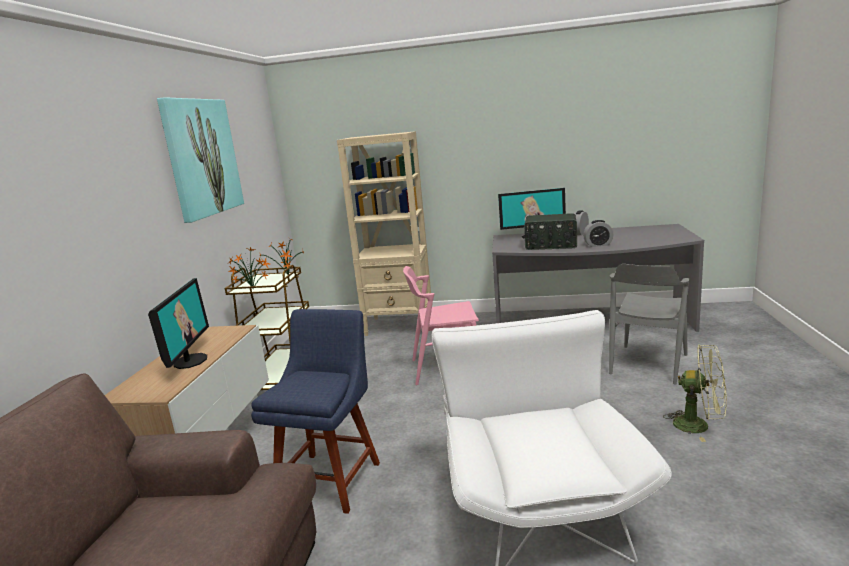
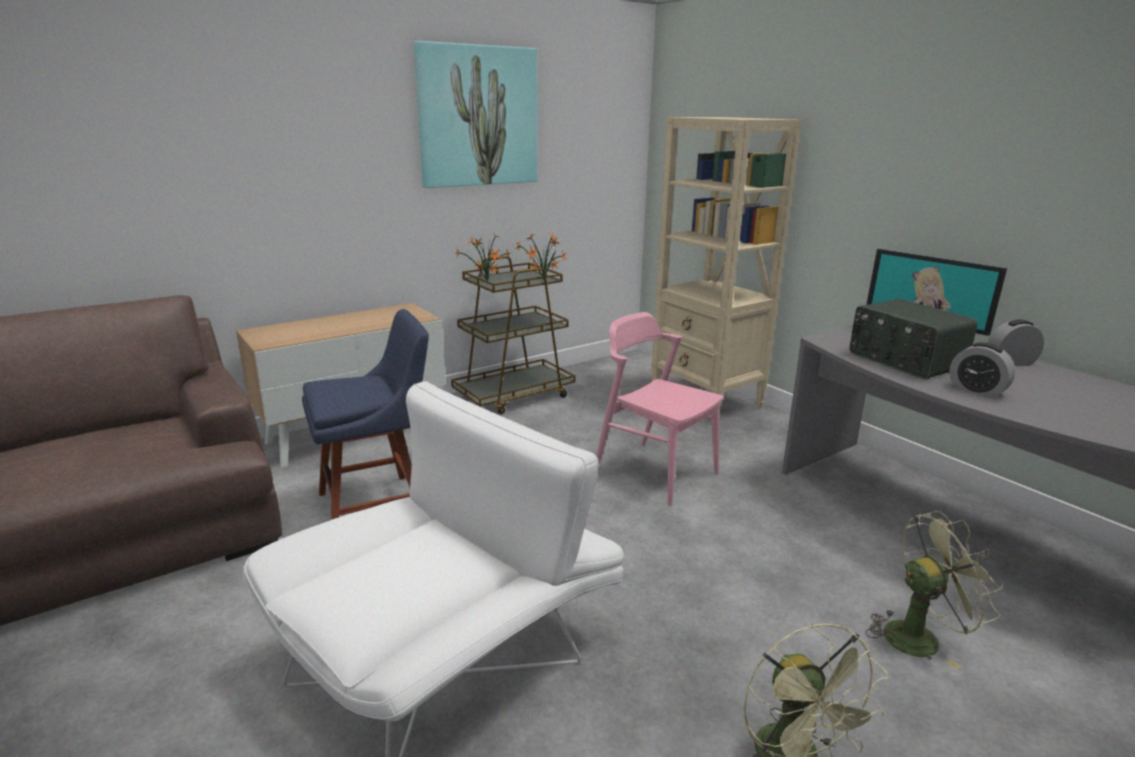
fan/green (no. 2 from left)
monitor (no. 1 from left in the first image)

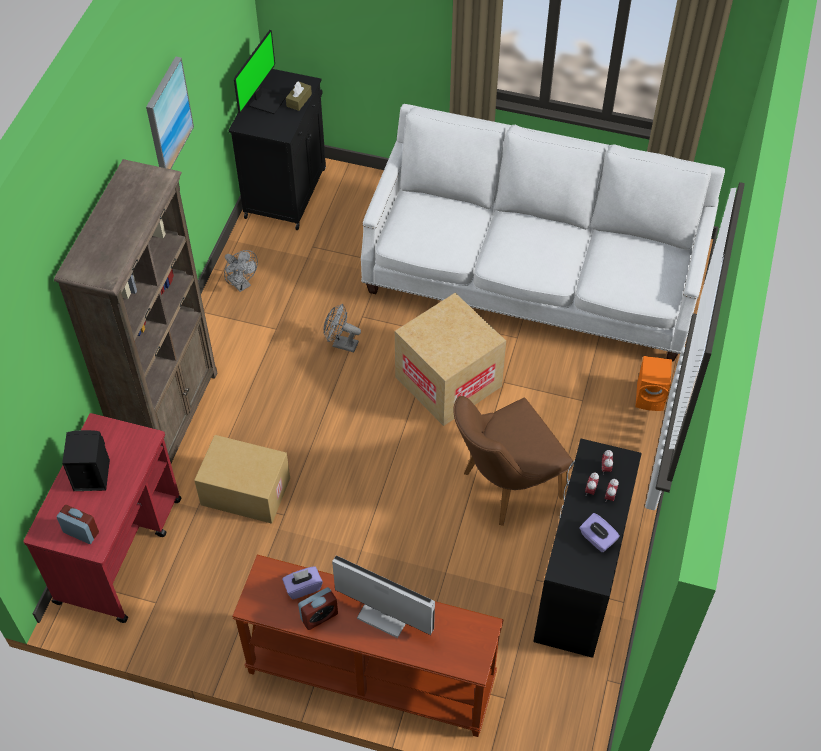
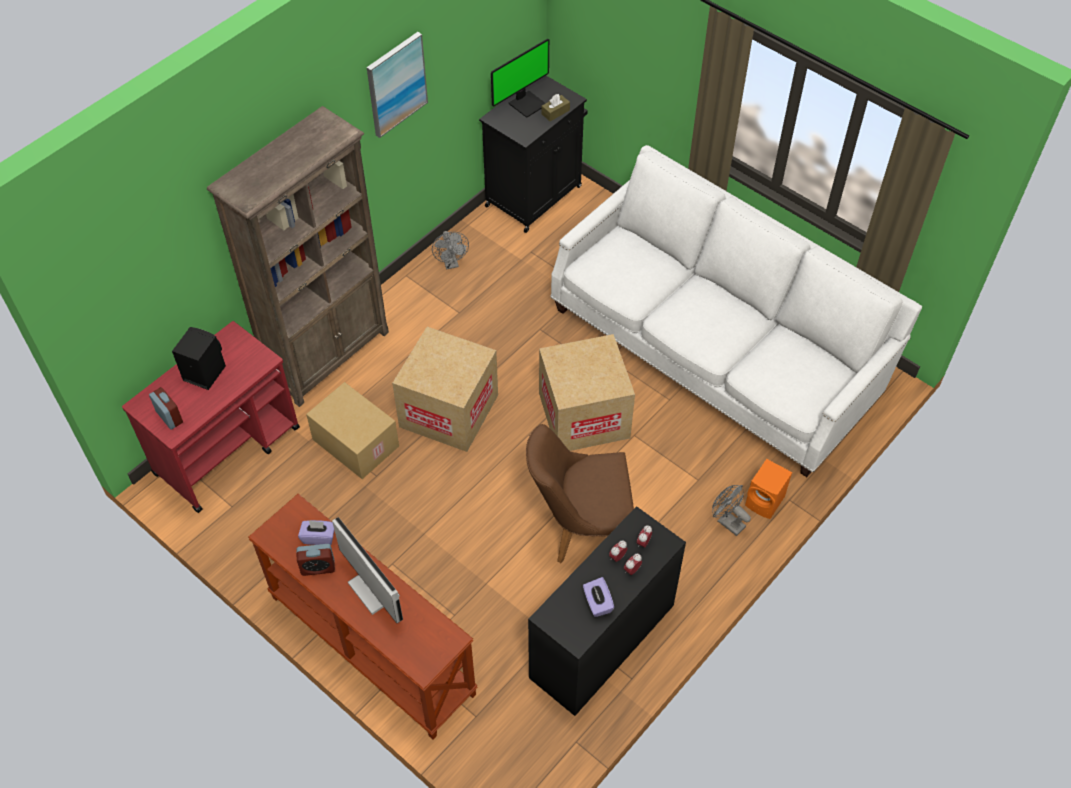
cardboard box (no. 2 from left)
fan/grey (no. 2 from left)

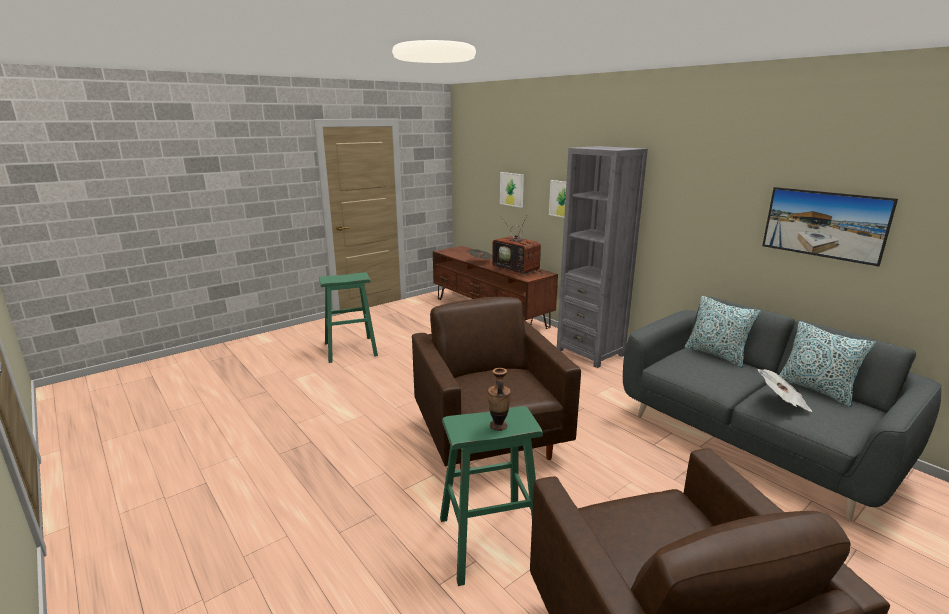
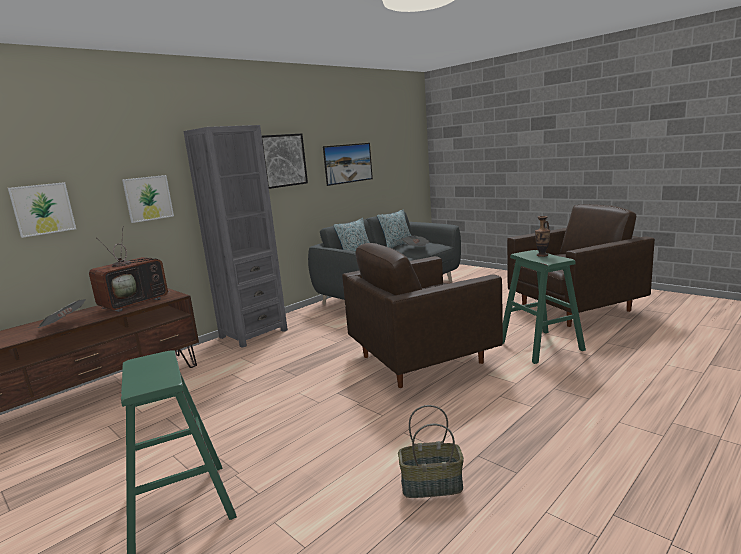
picture (no. 3 from left)
basket

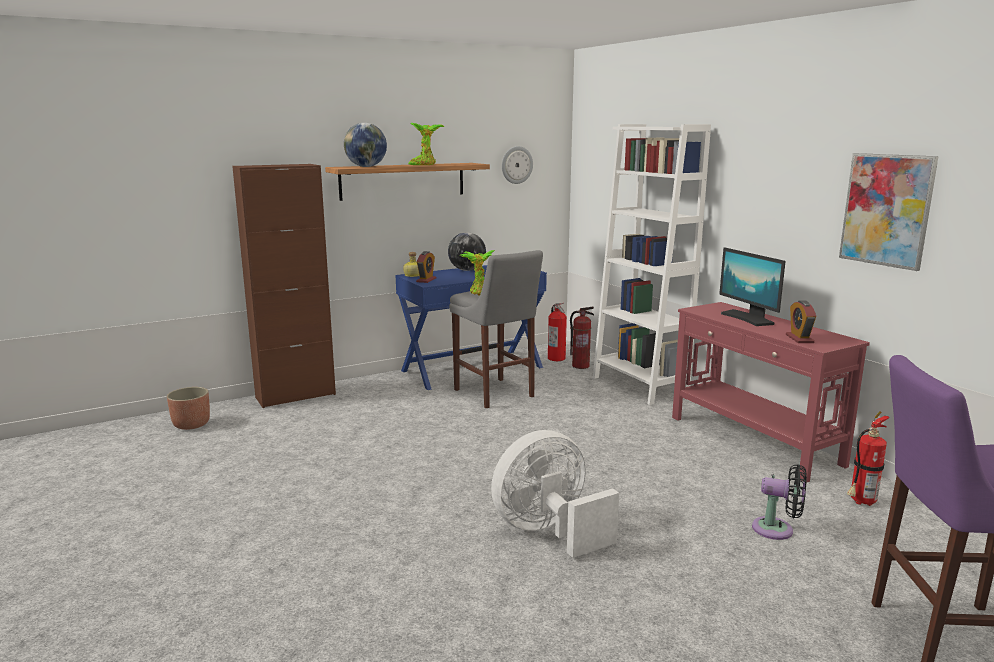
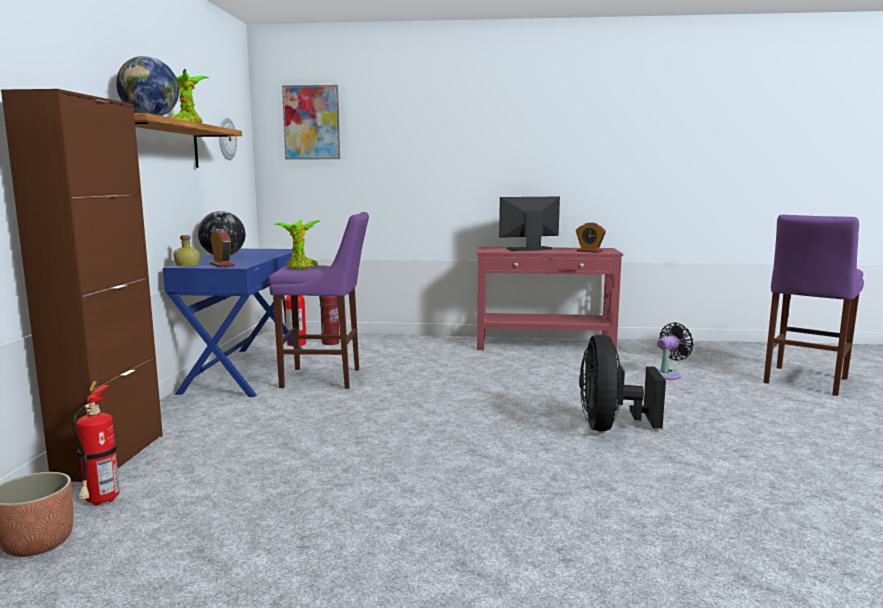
fire extinguisher (no. 1 from left)
stool/purple (no. 1 from left)
picture
monitor
fan/black (no. 1 from left)
bookcase/white

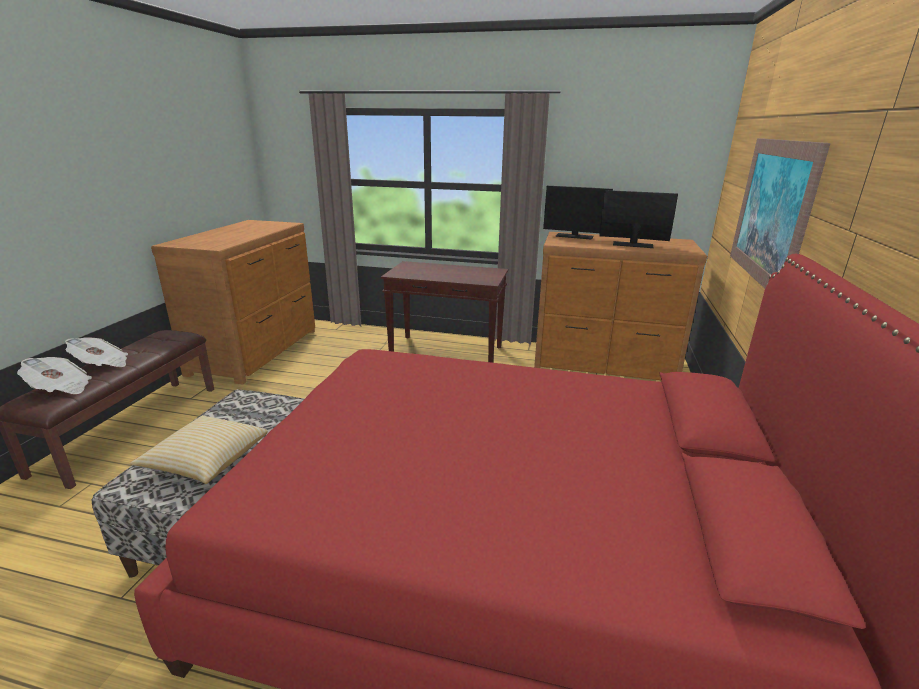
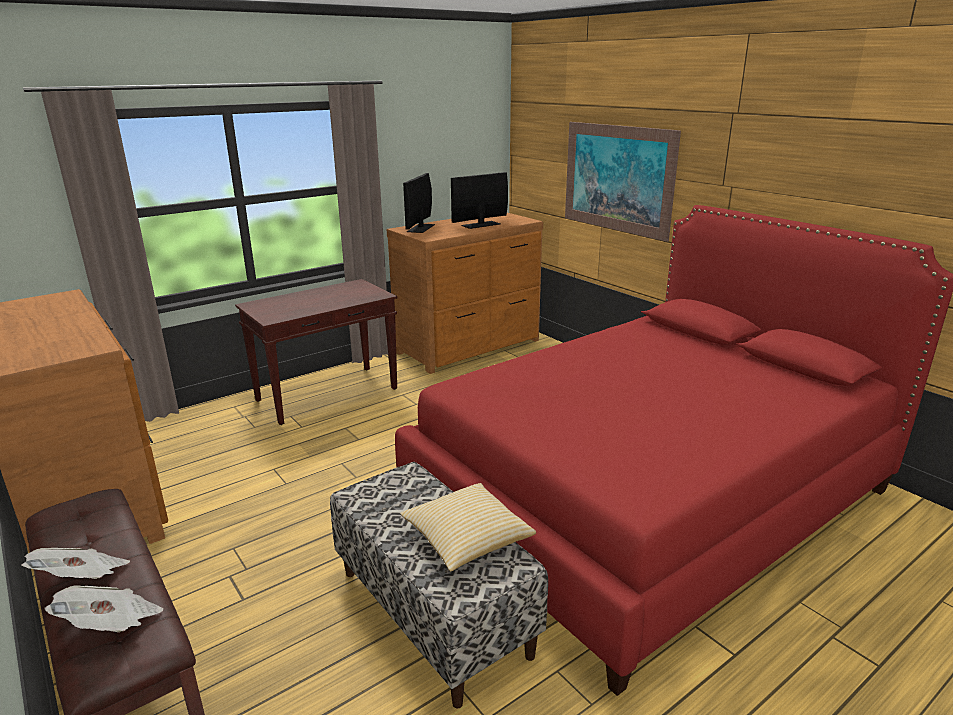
monitor (no. 1 from left)

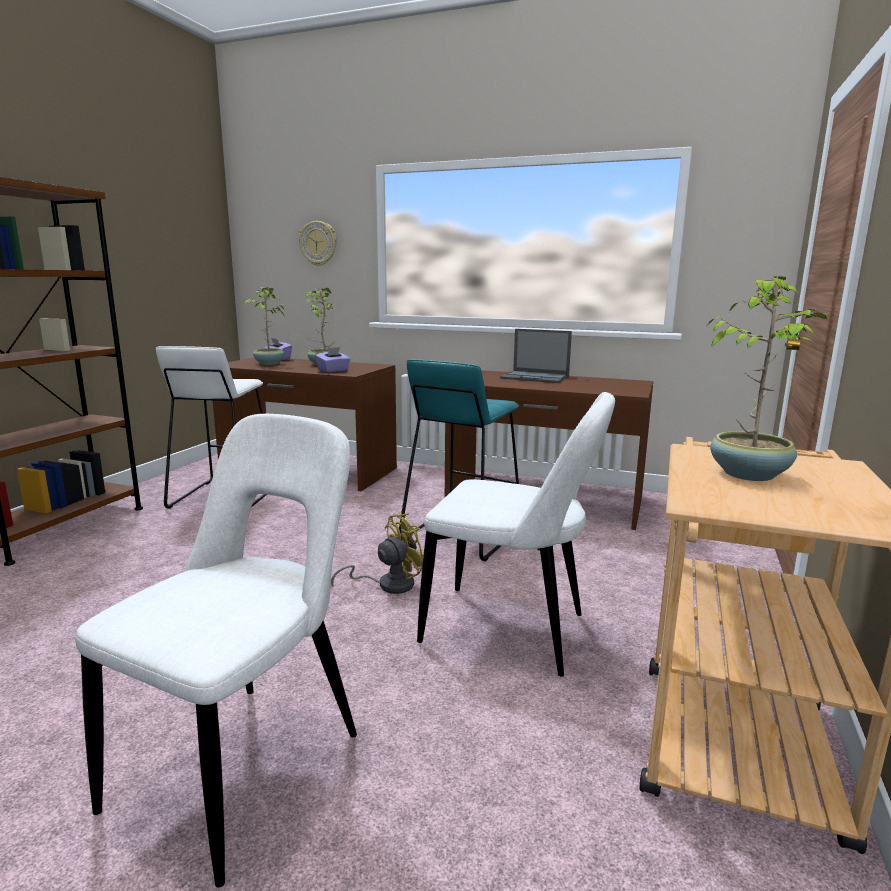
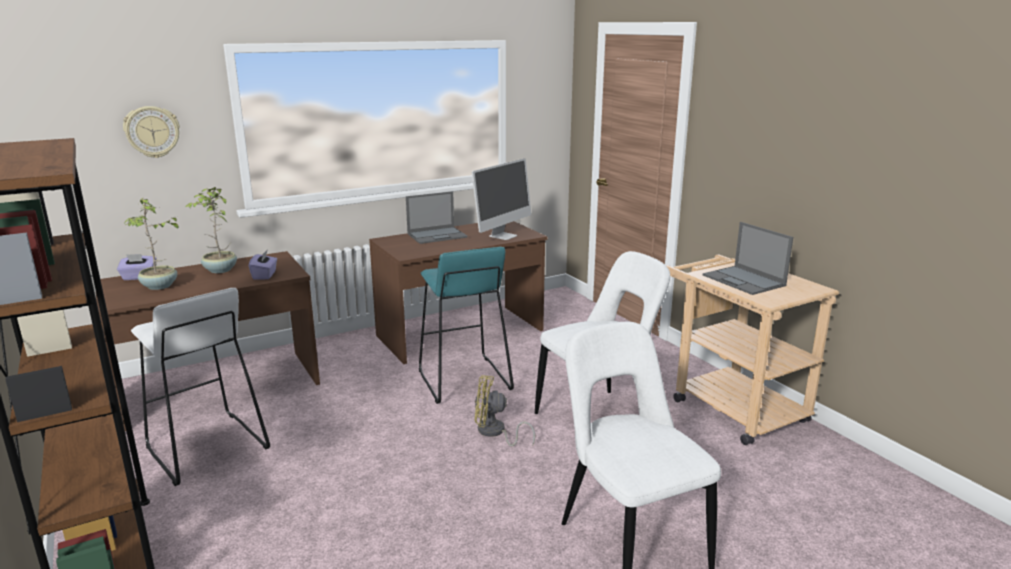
monitor
fan/yellow
laptop (no. 2 from left)

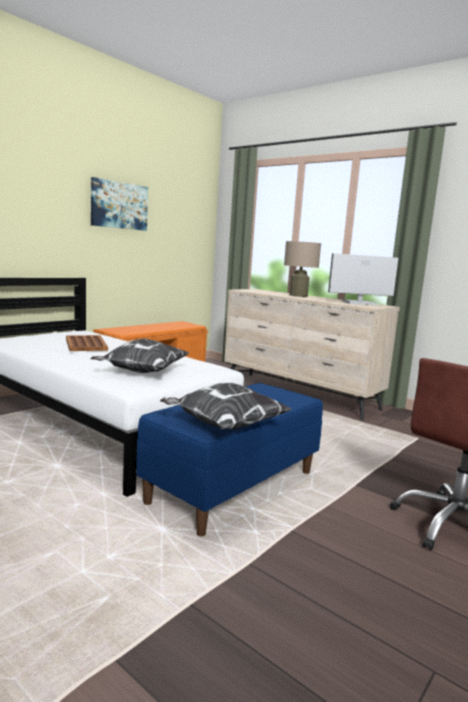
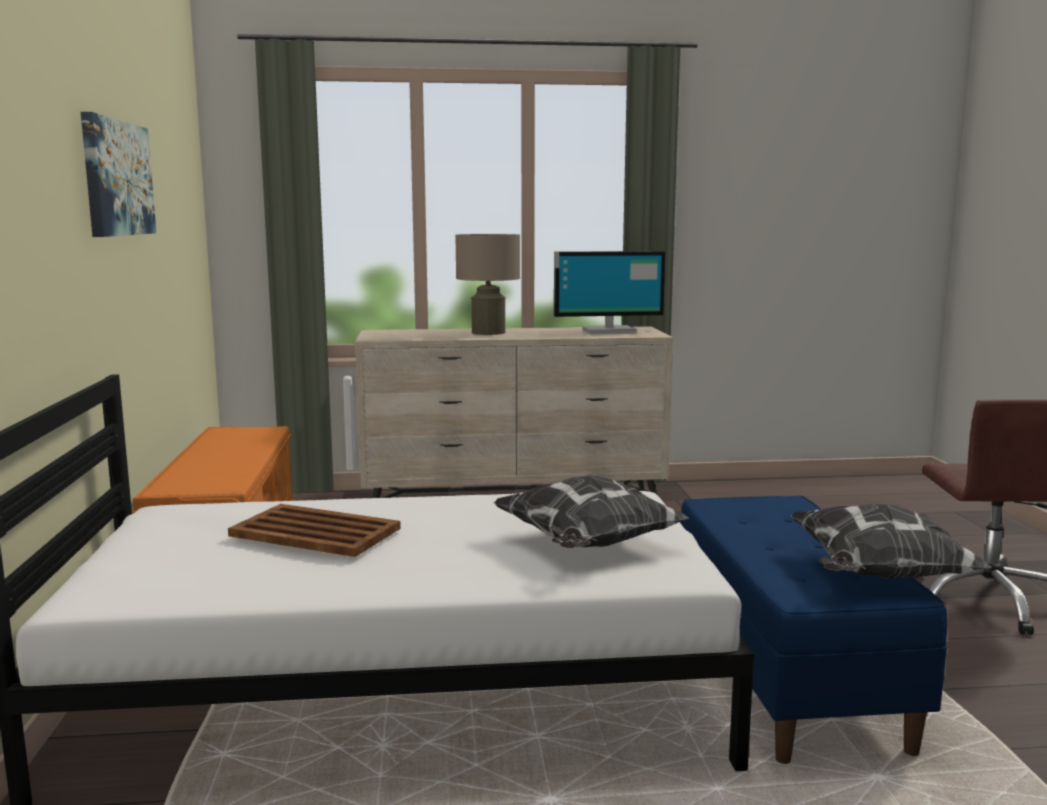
monitor

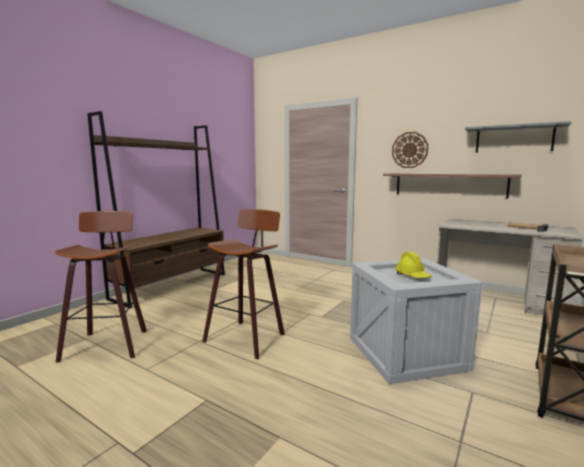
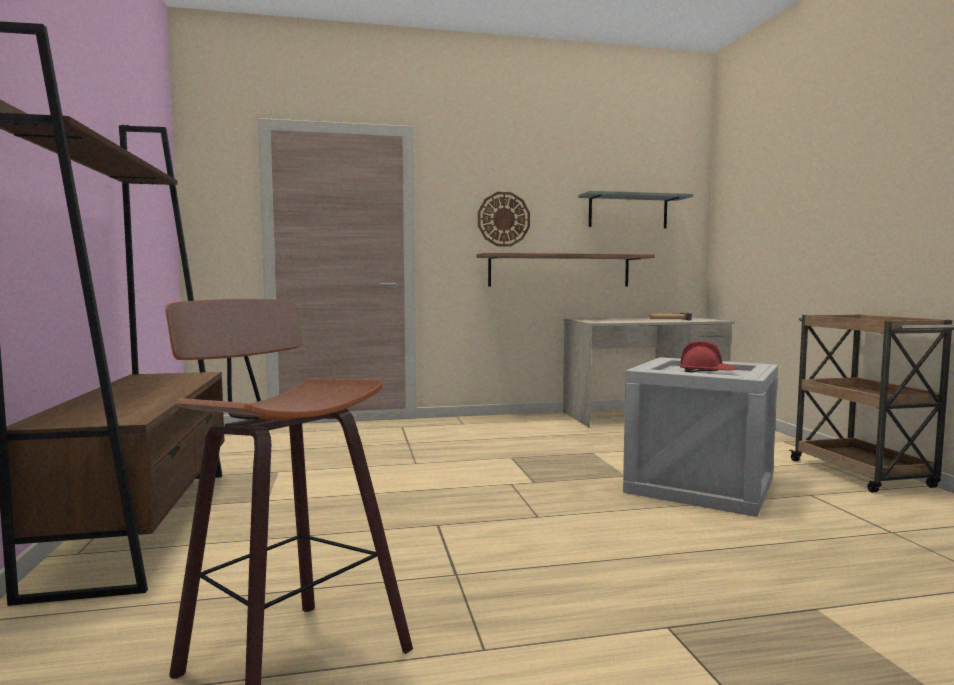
hard hat/red
stool (no. 2 from left in the first image)

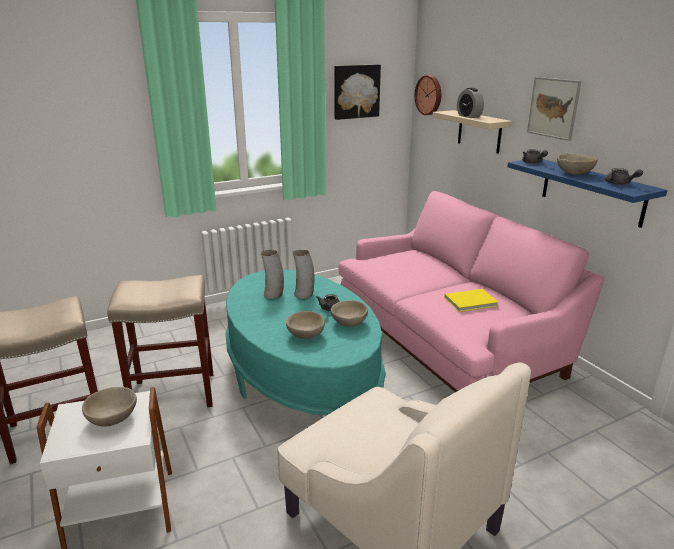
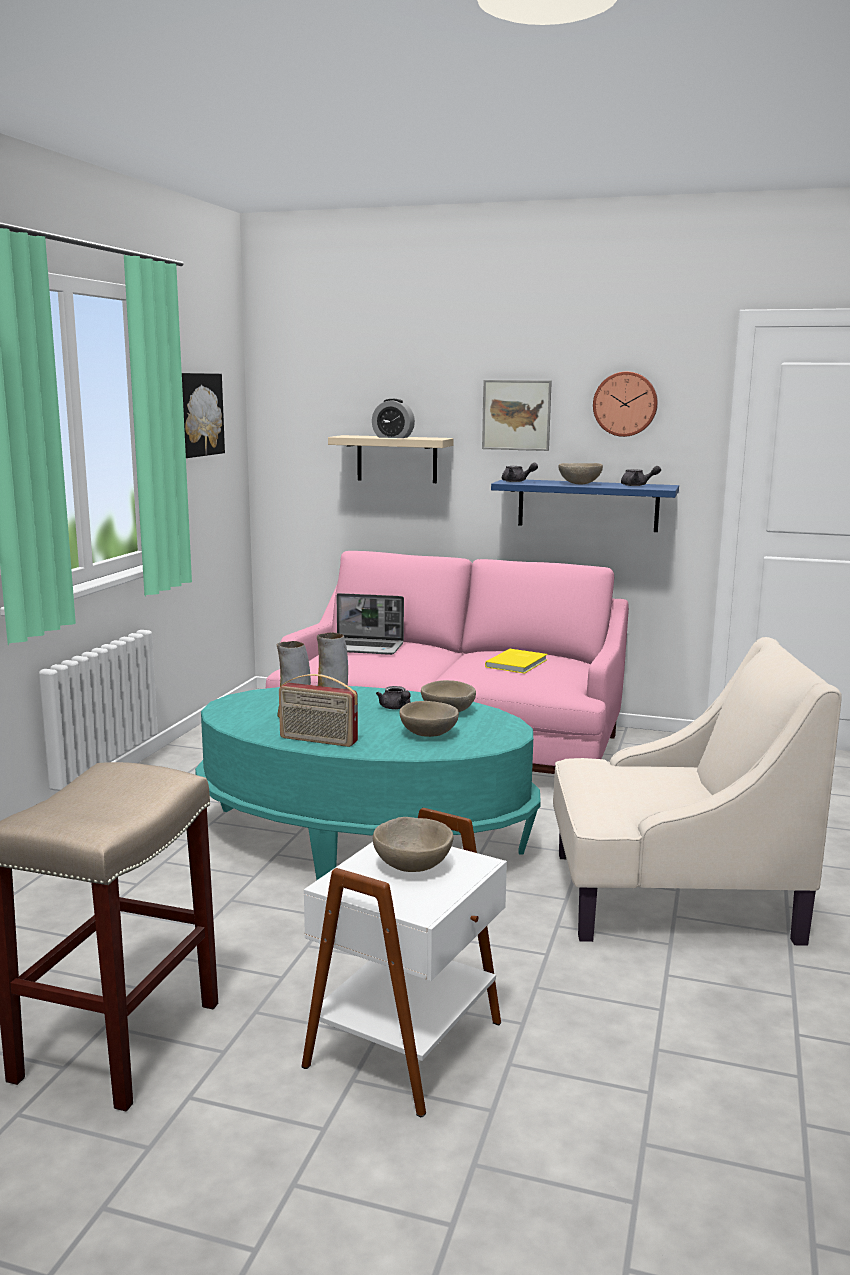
radio
laptop
wall clock
stool/beige (no. 2 from left in the first image)

